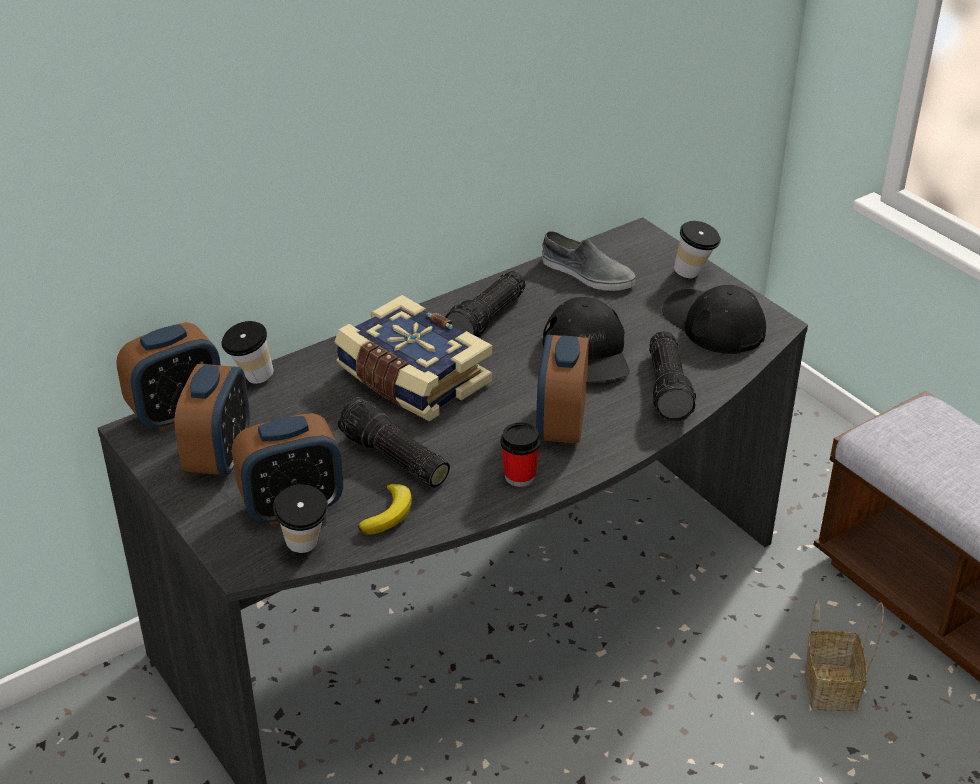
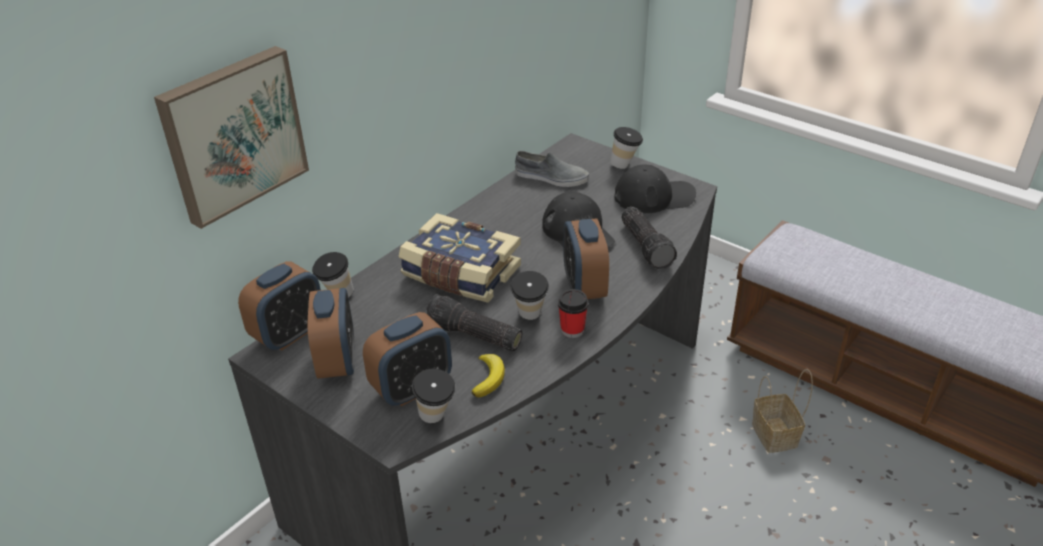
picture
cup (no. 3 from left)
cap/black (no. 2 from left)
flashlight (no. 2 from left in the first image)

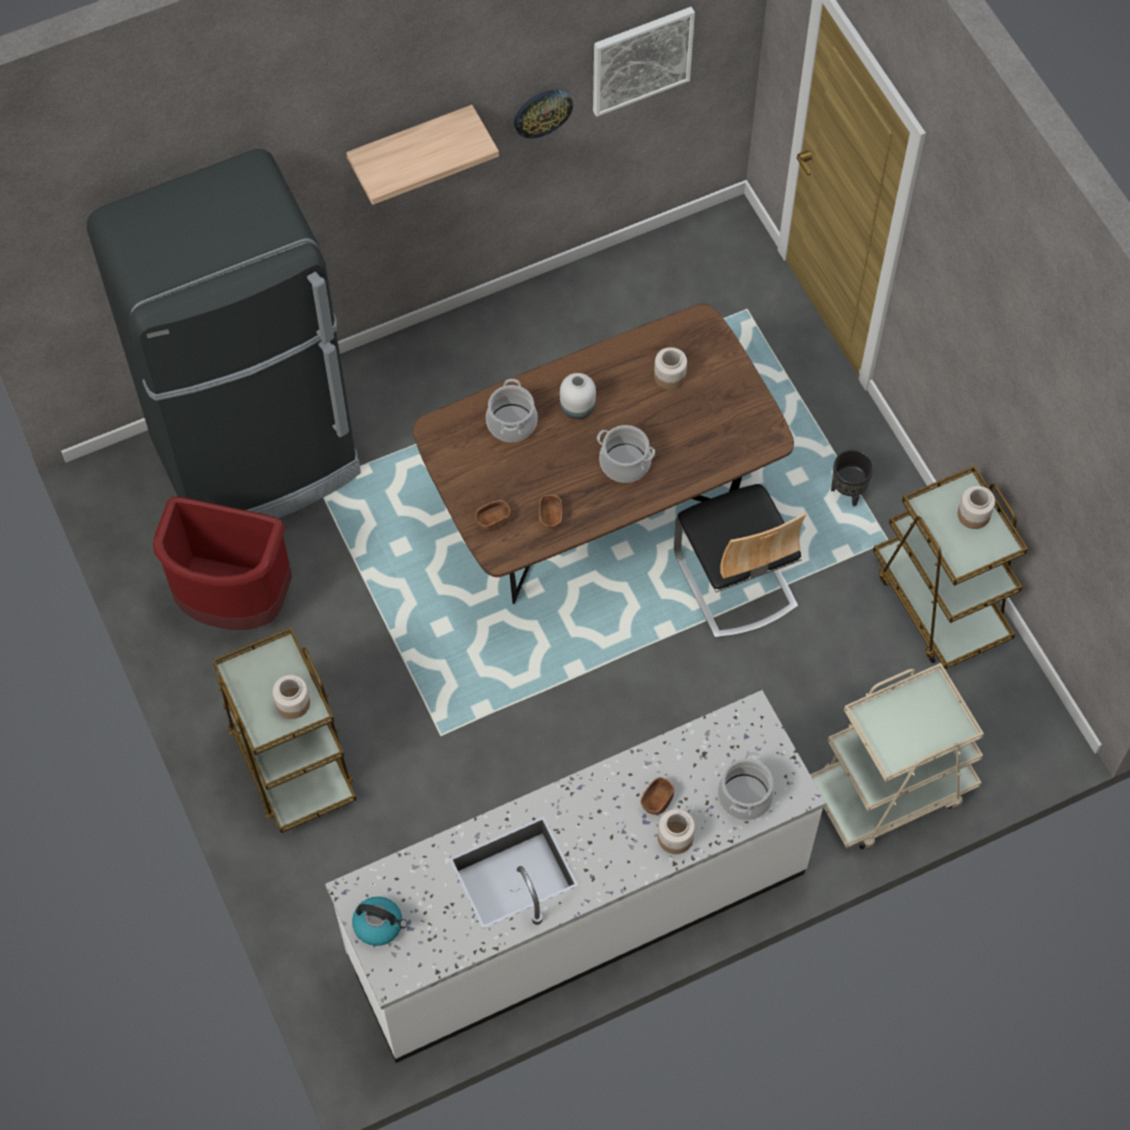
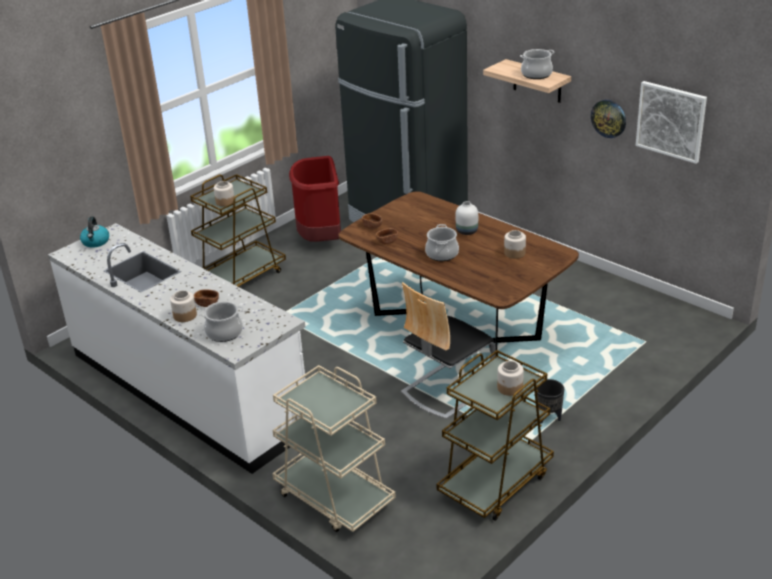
cooking pot (no. 3 from left)

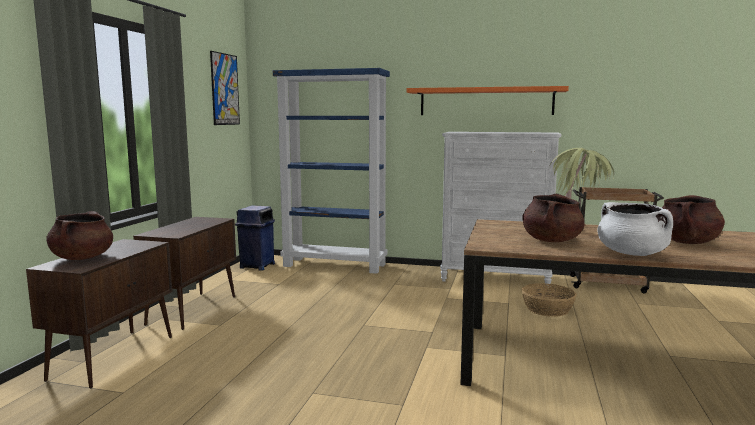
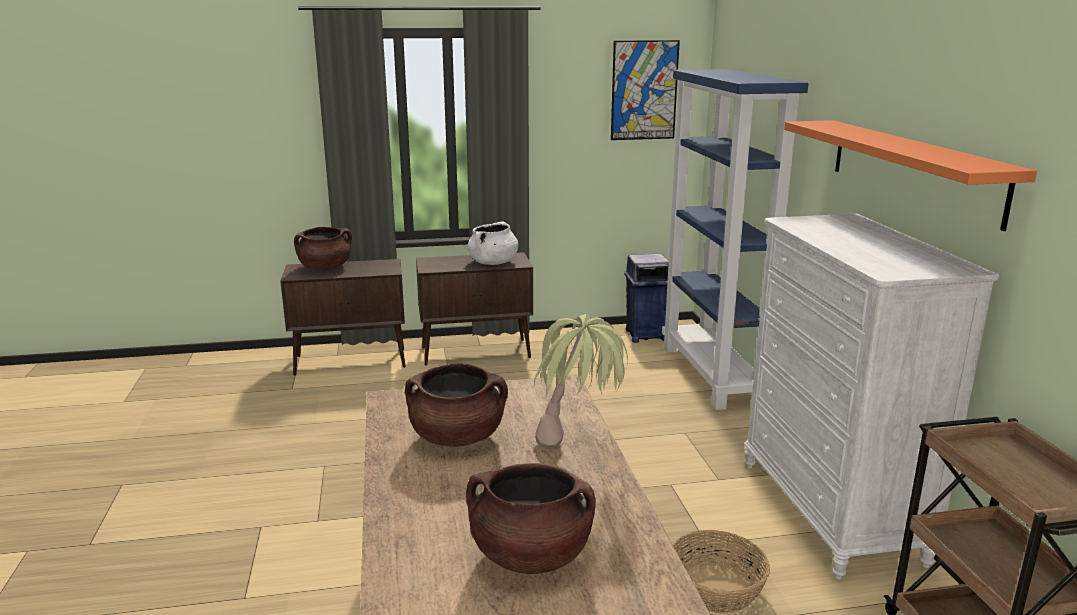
cooking pot/white

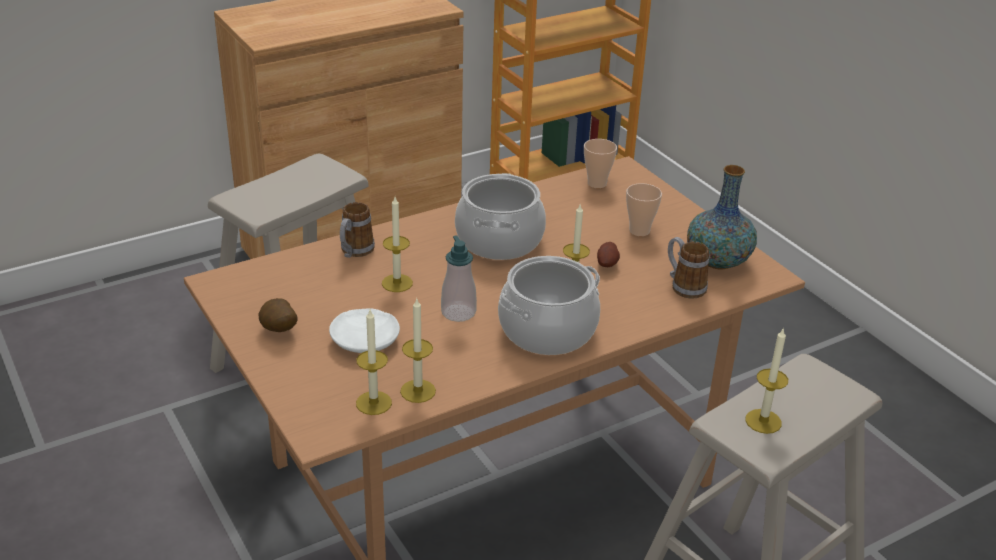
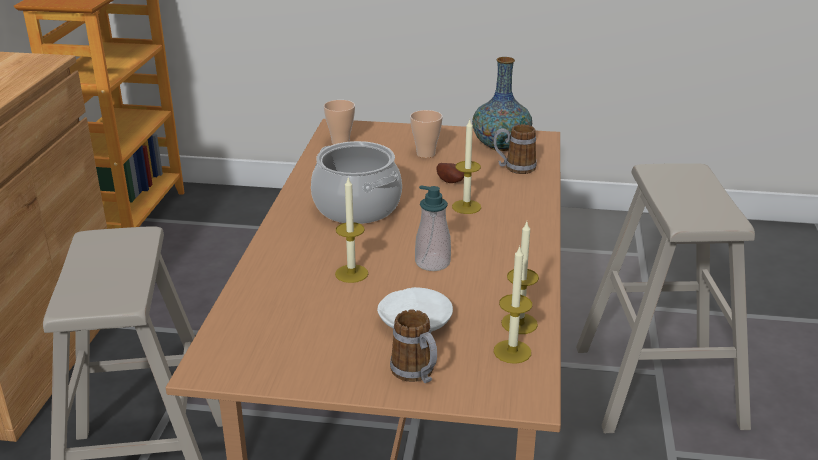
mug (no. 1 from left)
potato (no. 1 from left in the first image)
cooking pot (no. 2 from left in the first image)
candle (no. 5 from left in the first image)

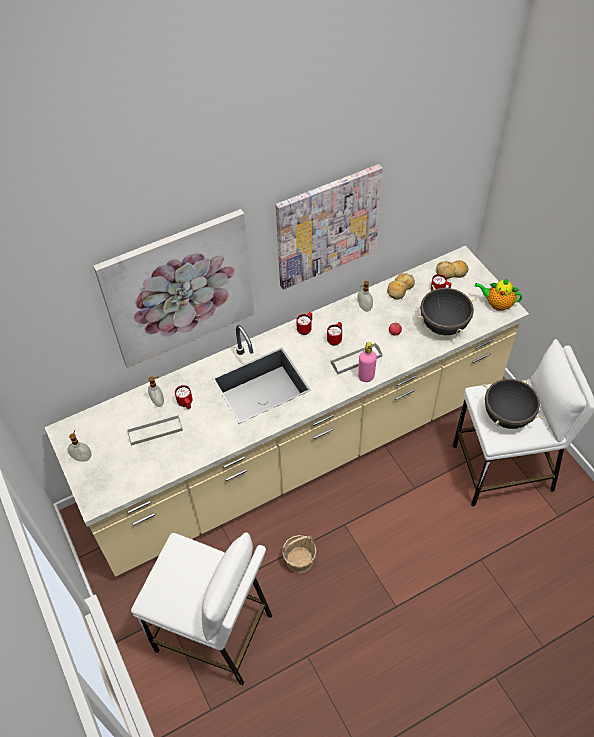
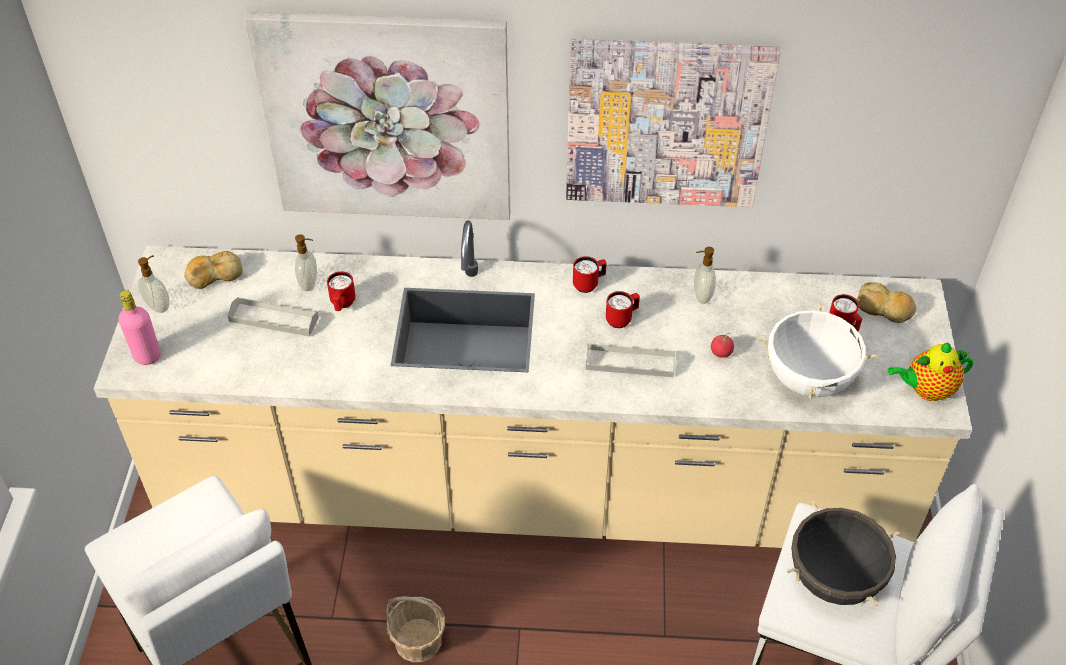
bottle/pink
bread (no. 1 from left)
cooking pot/white
teapot

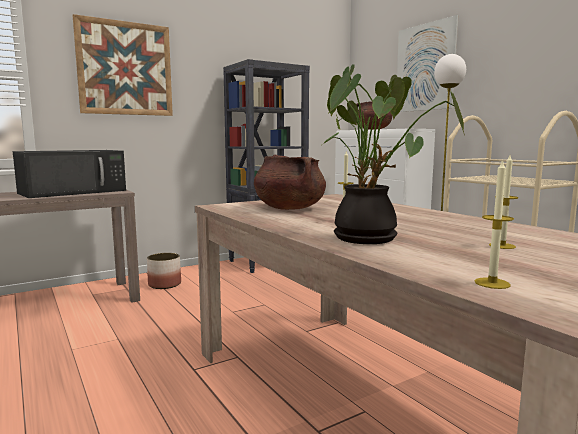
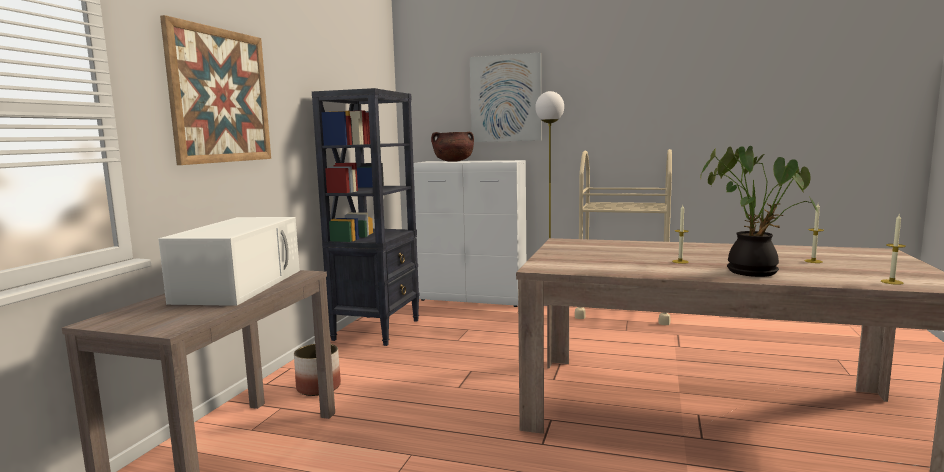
microwave/white
cooking pot/brown (no. 1 from left in the first image)

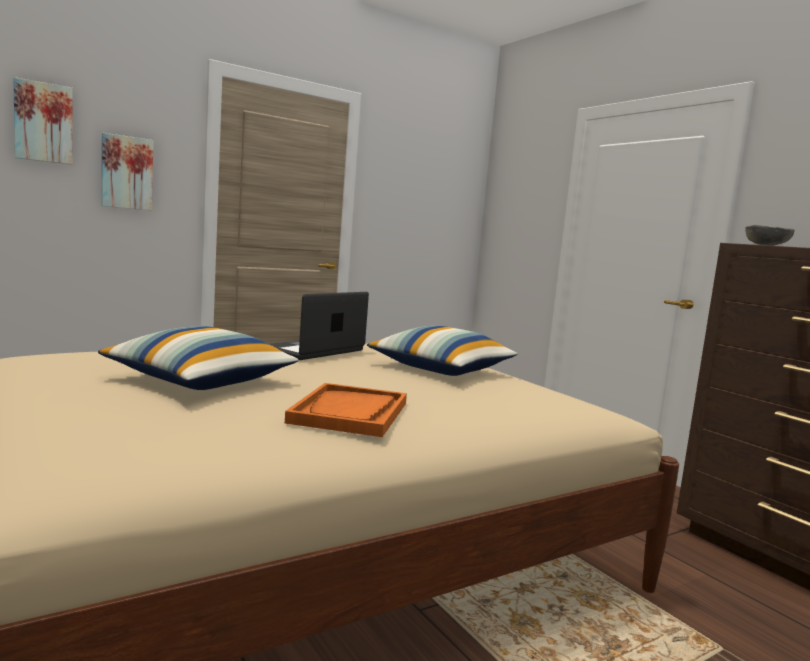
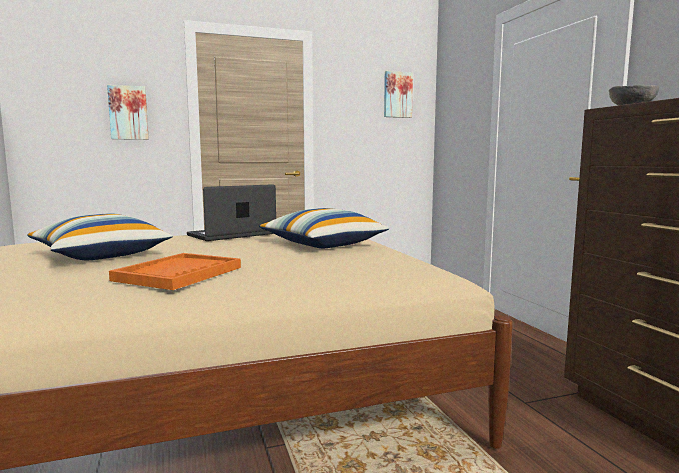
picture (no. 2 from left)

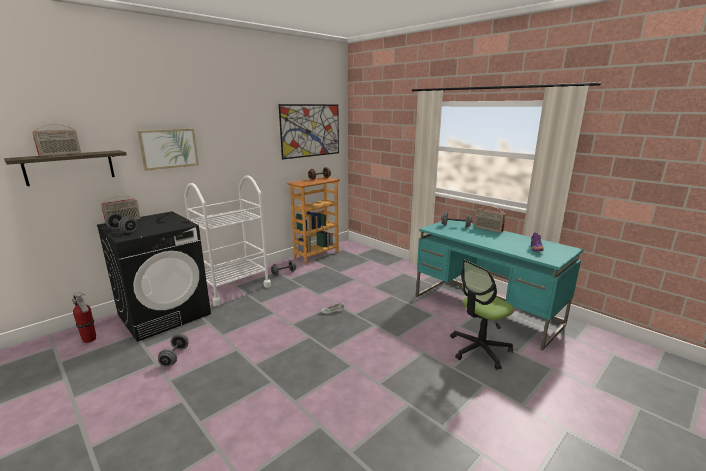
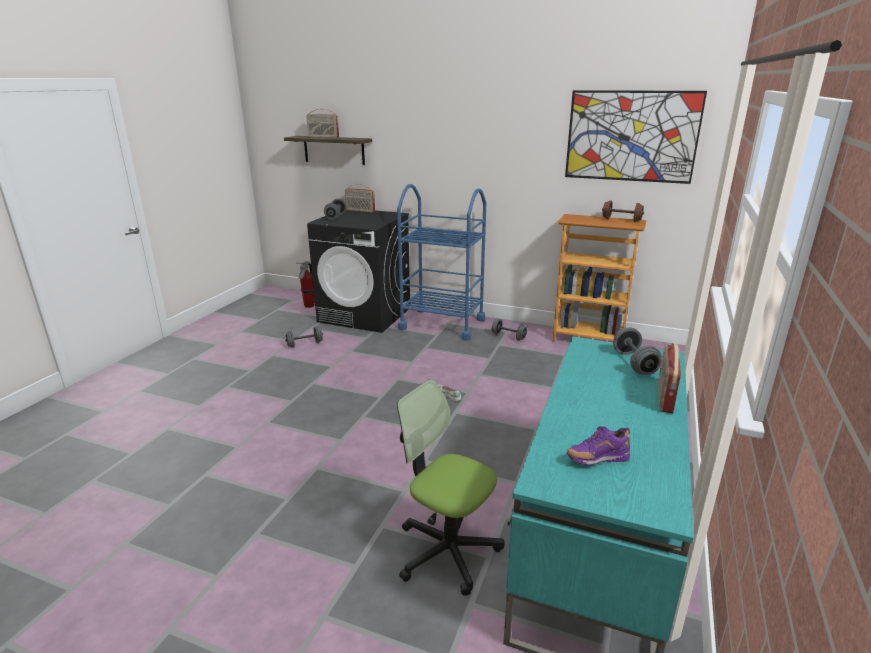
cart/blue
picture (no. 1 from left in the first image)

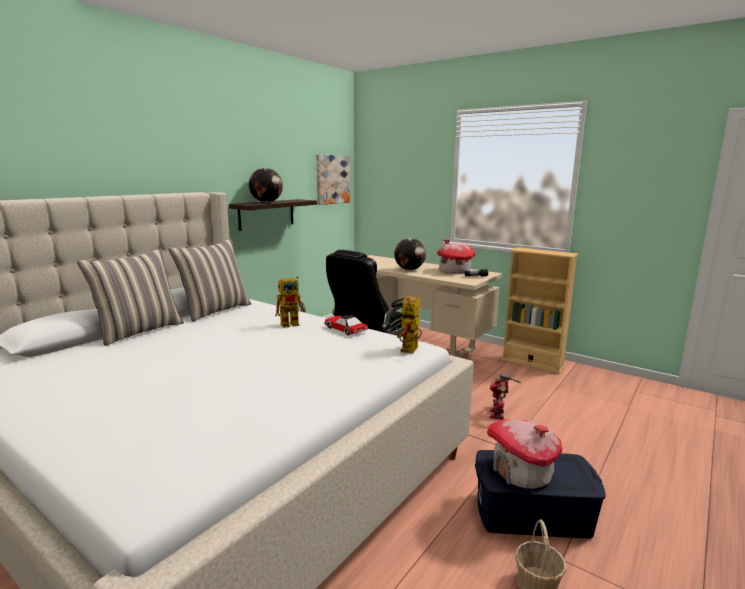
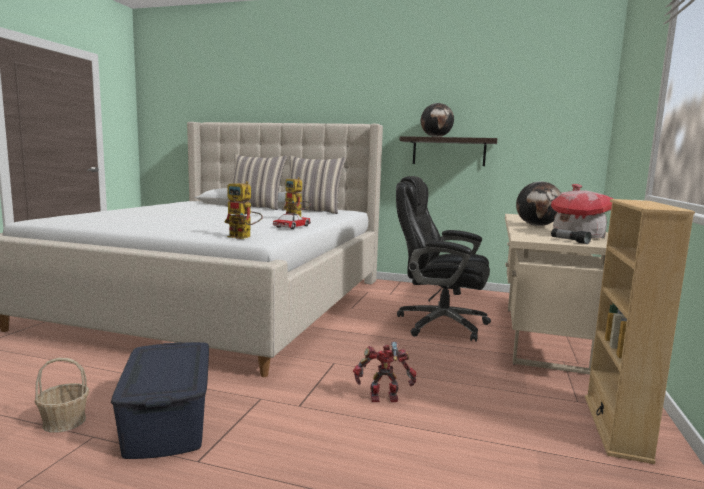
toy robot (no. 1 from left)
picture
toy house (no. 2 from left in the first image)

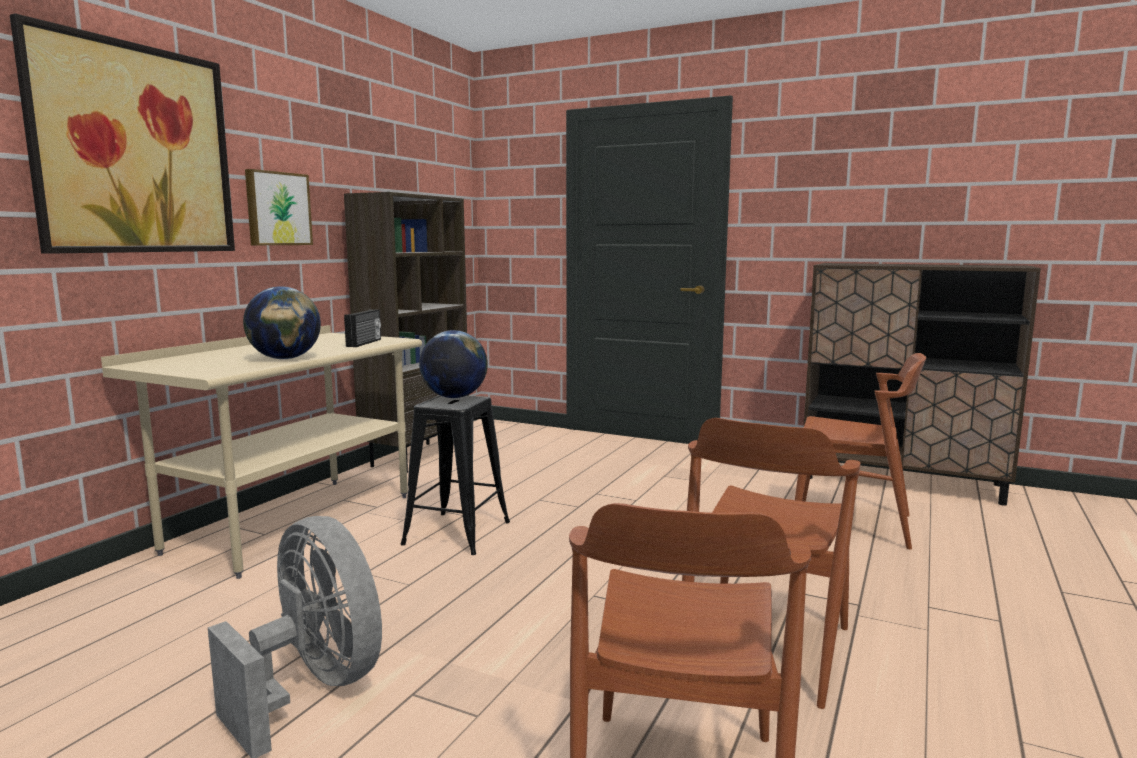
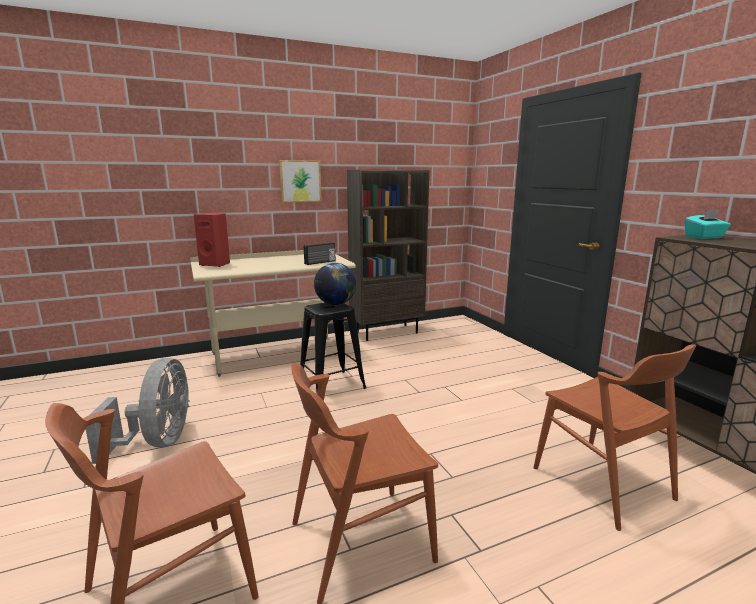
speaker/red
tissue box/turquoise
picture (no. 1 from left in the first image)
globe (no. 1 from left in the first image)

